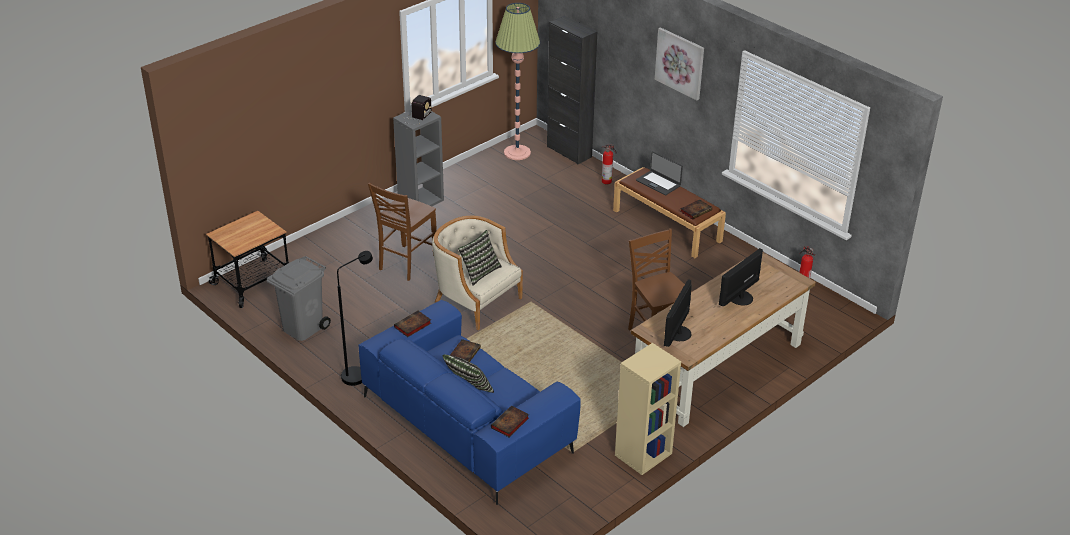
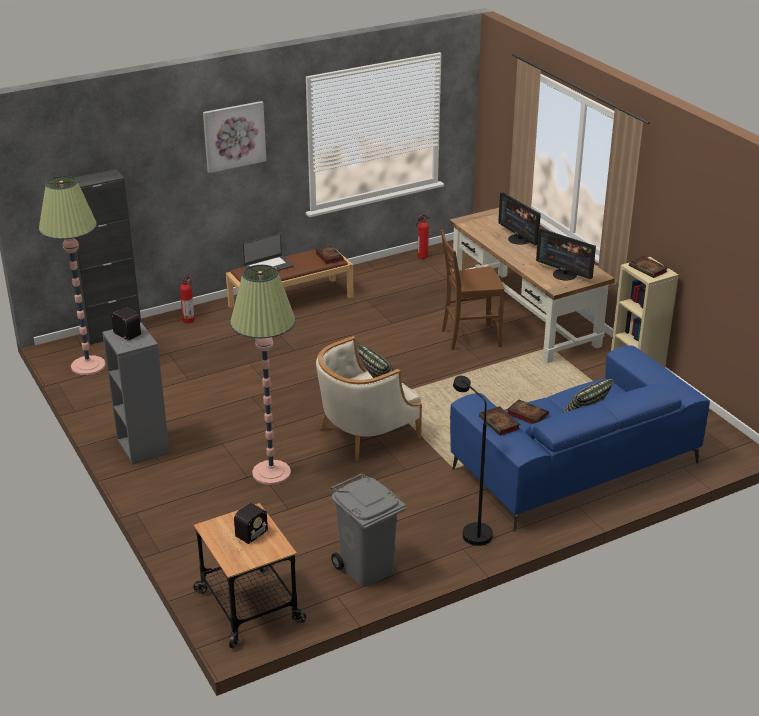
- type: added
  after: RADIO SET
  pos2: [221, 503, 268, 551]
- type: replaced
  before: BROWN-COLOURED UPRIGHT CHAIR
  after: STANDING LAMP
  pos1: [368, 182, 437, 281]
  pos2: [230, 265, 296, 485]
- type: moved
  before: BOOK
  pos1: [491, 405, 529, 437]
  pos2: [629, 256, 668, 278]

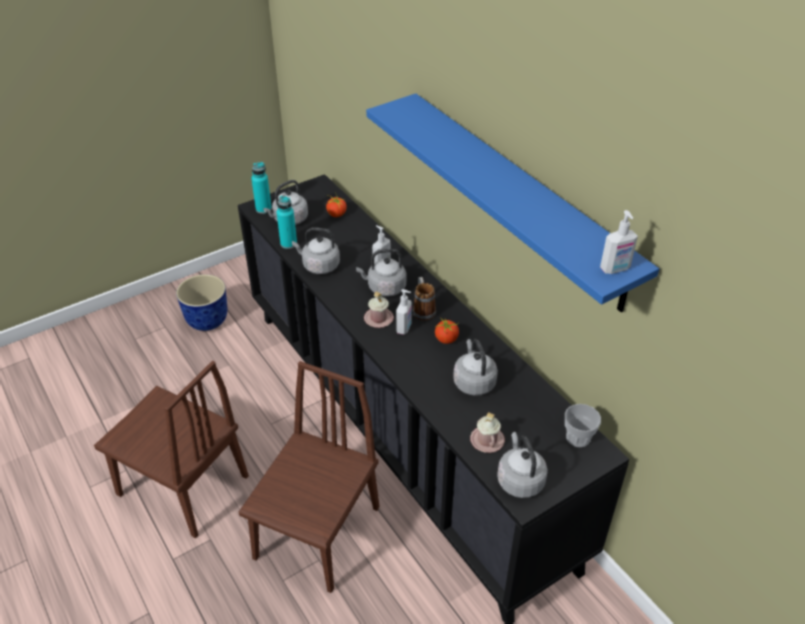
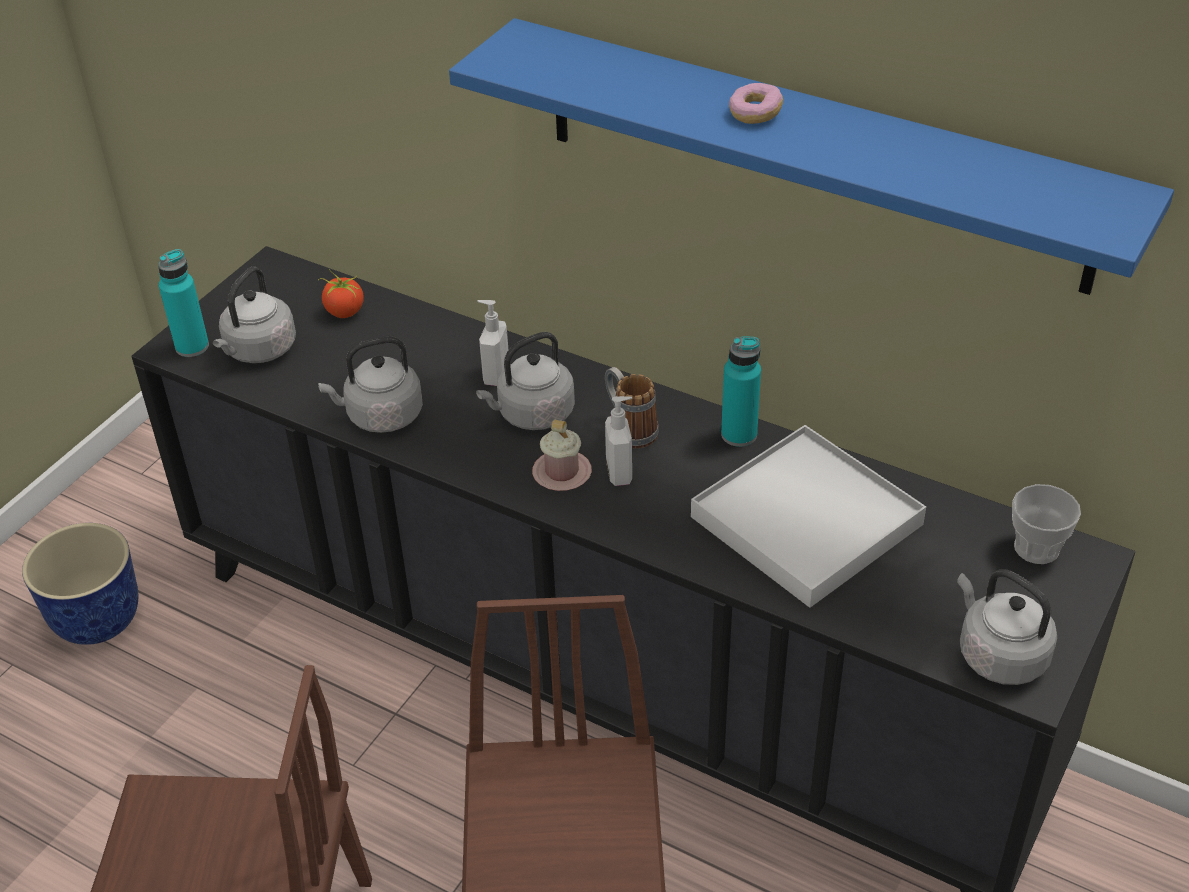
- type: replaced
  before: GREY KETTLE
  after: WHITE-COLOURED TRAY
  pos1: [453, 339, 498, 396]
  pos2: [691, 425, 926, 608]
- type: moved
  before: TURQUOISE BEVERAGE BOTTLE
  pos1: [277, 196, 297, 249]
  pos2: [721, 337, 761, 447]
- type: added
  after: RING DOUGHNUT
  pos2: [729, 83, 783, 124]
- type: removed
  before: FRESH TOMATO
  pos1: [435, 318, 459, 344]
- type: removed
  before: PINK COFFEE MUG
  pos1: [470, 412, 505, 453]
- type: removed
  before: SOAP DISPENSER
  pos1: [600, 210, 638, 274]

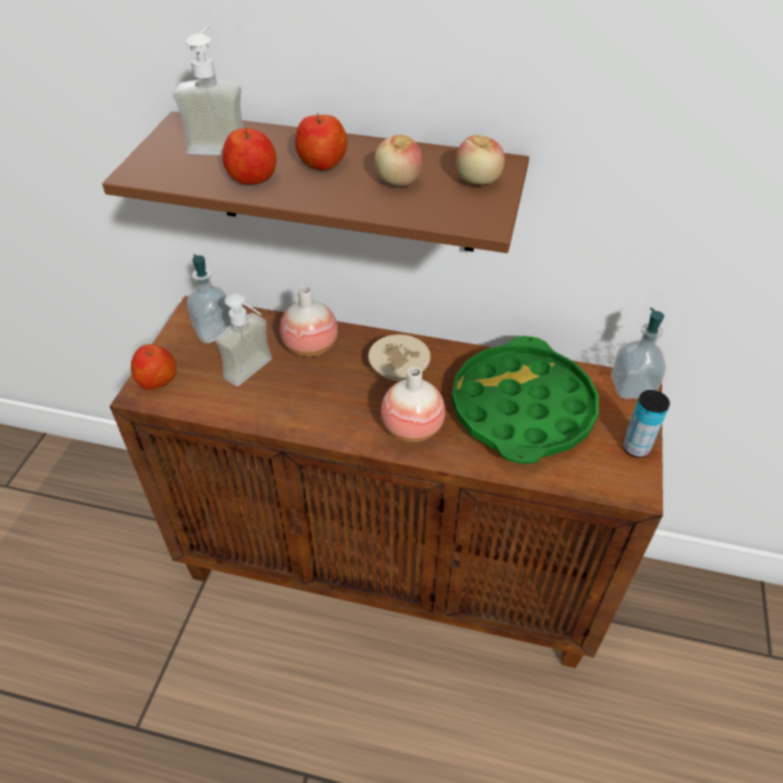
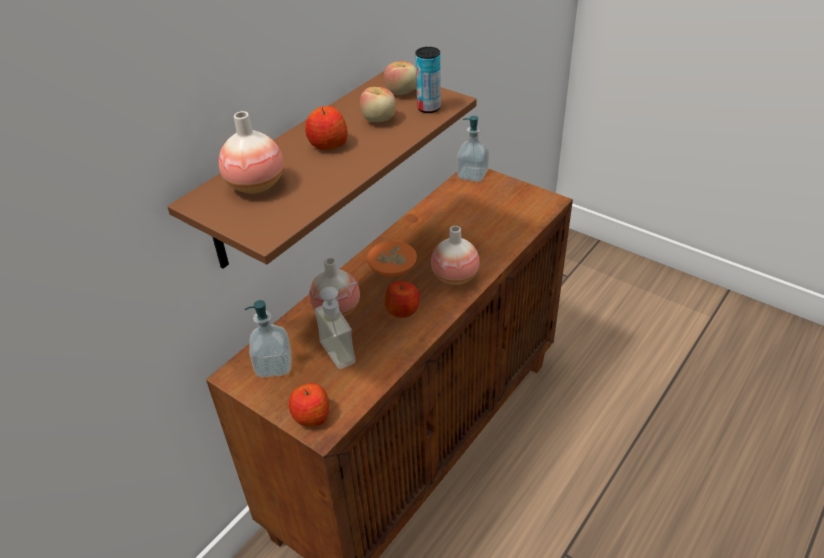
- type: replaced
  before: SOAP DISPENSER
  after: VASE
  pos1: [173, 25, 244, 156]
  pos2: [219, 111, 284, 194]
- type: recoloured
  before: BEIGE DEEP DISH
  after: ORANGE DEEP DISH
  pos1: [368, 334, 431, 381]
  pos2: [367, 241, 417, 277]
- type: moved
  before: APPLE FRUIT
  pos1: [222, 128, 276, 185]
  pos2: [385, 281, 420, 318]
- type: moved
  before: CAN
  pos1: [623, 390, 670, 458]
  pos2: [415, 47, 441, 113]
- type: removed
  before: GREEN-COLOURED TRAY
  pos1: [452, 336, 599, 464]

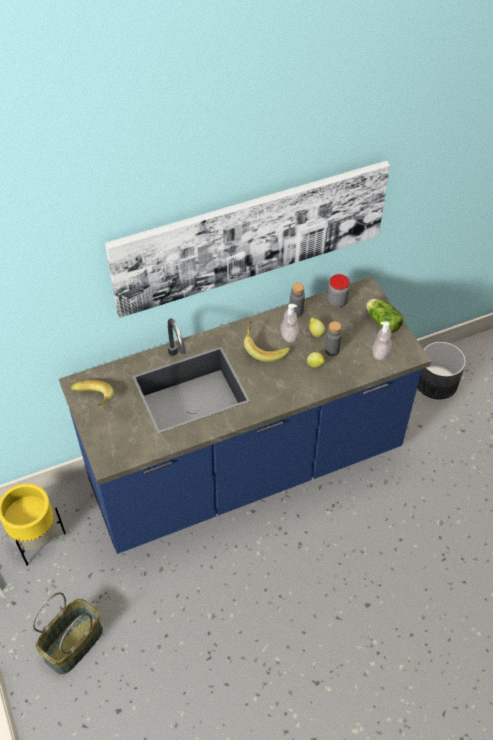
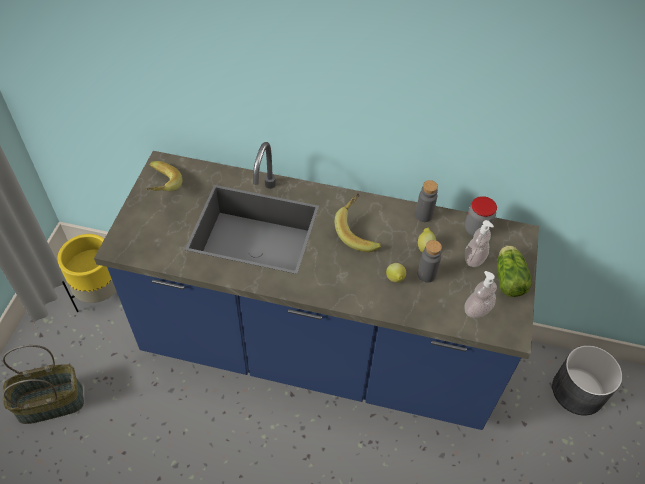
- type: moved
  before: SOAP DISPENSER
  pos1: [280, 304, 299, 343]
  pos2: [465, 220, 494, 267]
- type: removed
  before: PICTURE
  pos1: [105, 161, 390, 318]

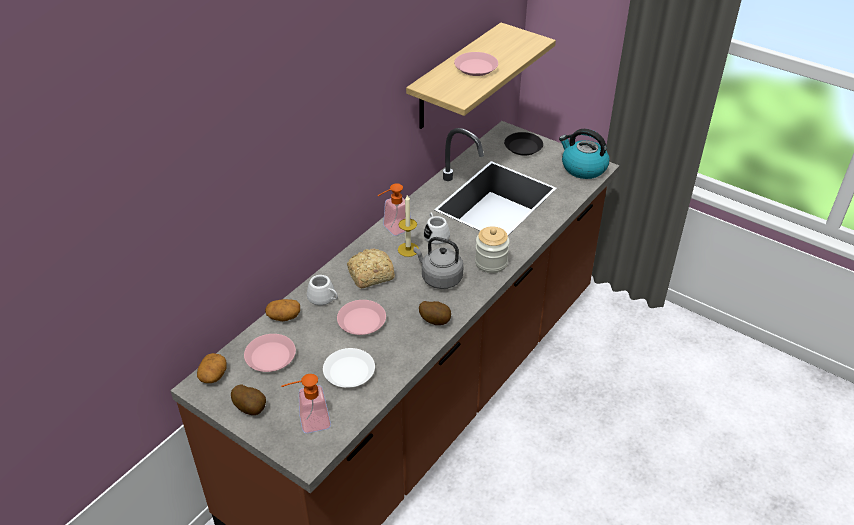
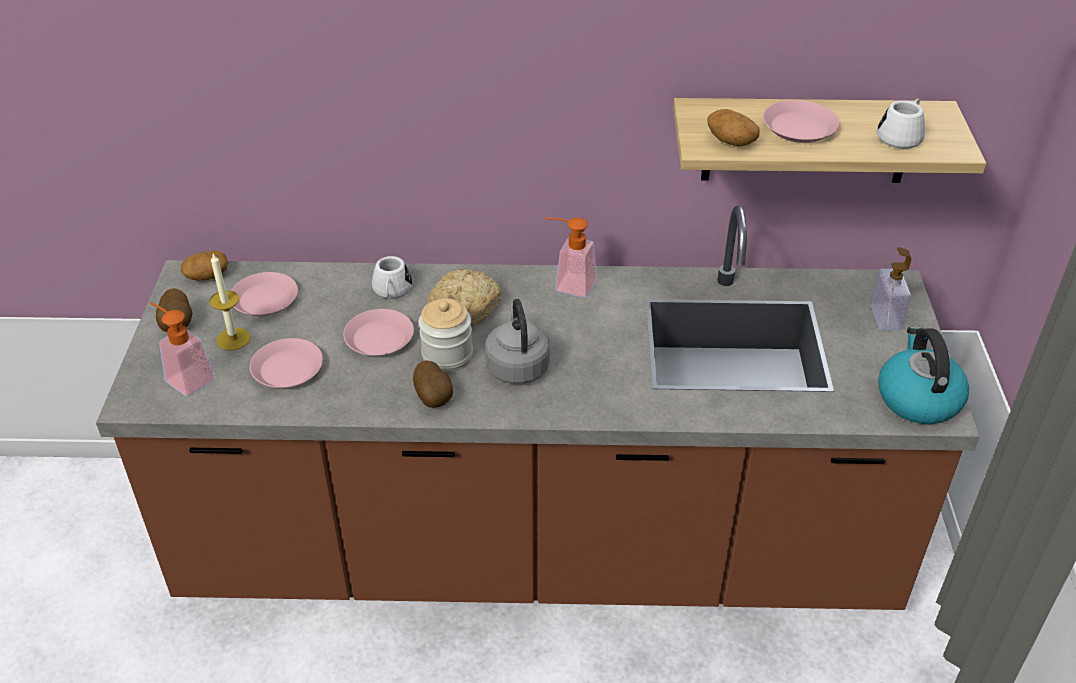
- type: moved
  before: WAX CANDLE
  pos1: [398, 195, 419, 257]
  pos2: [209, 254, 250, 350]
- type: recoloured
  before: WHITE-COLOURED PLATE
  after: PINK PLATE
  pos1: [323, 348, 375, 388]
  pos2: [250, 338, 323, 388]
- type: moved
  before: JAR
  pos1: [475, 227, 510, 273]
  pos2: [419, 298, 473, 372]
- type: moved
  before: SPUD
  pos1: [265, 299, 300, 321]
  pos2: [707, 109, 760, 146]
- type: replaced
  before: BLACK-COLOURED PLATE
  after: SOAP DISPENSER
  pos1: [504, 132, 543, 156]
  pos2: [870, 247, 911, 331]
- type: moved
  before: WHITE-COLOURED COFFEE MUG
  pos1: [423, 213, 450, 244]
  pos2: [877, 99, 925, 149]

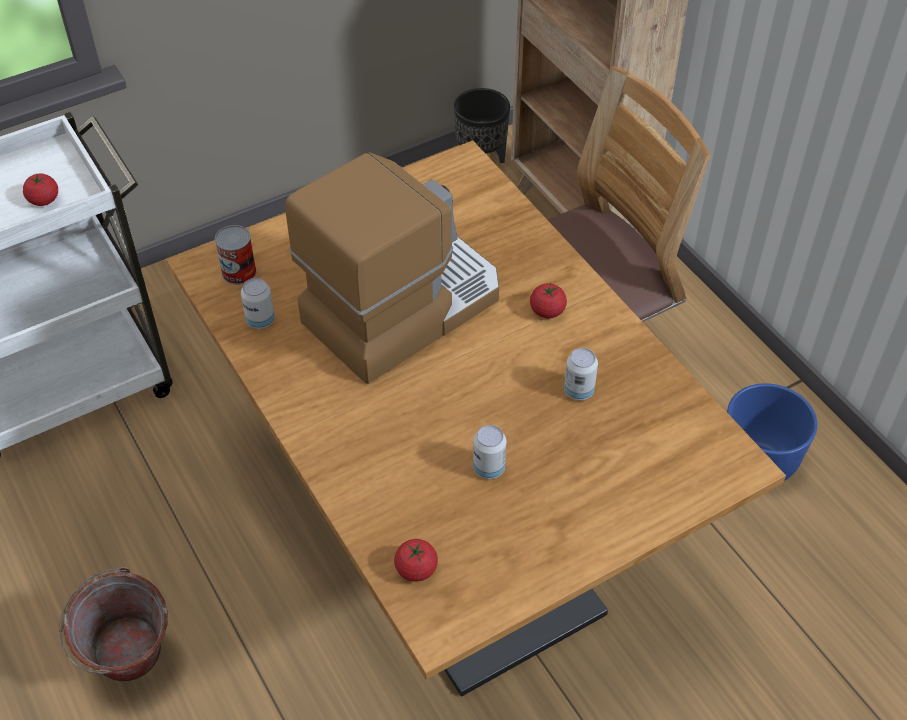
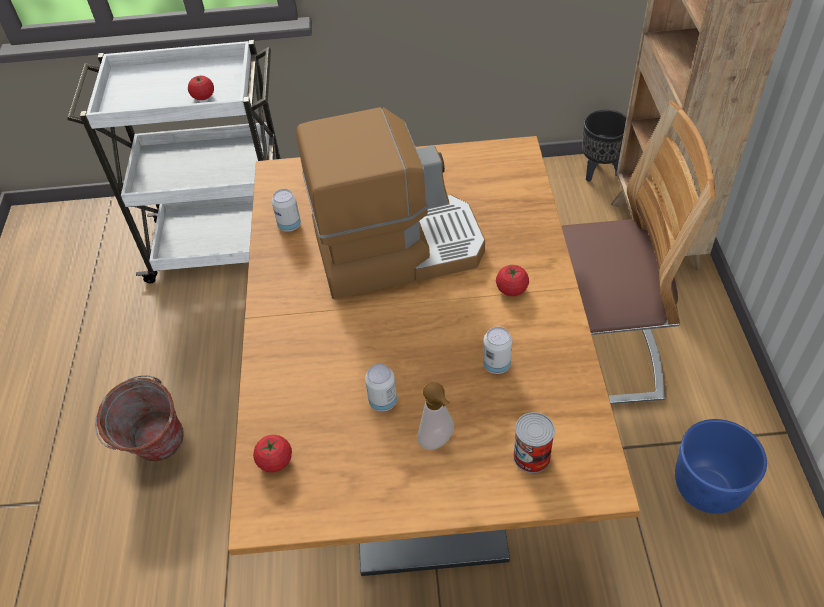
- type: added
  after: SOAP DISPENSER
  pos2: [418, 382, 454, 450]
- type: moved
  before: CAN
  pos1: [215, 225, 257, 285]
  pos2: [513, 412, 555, 473]

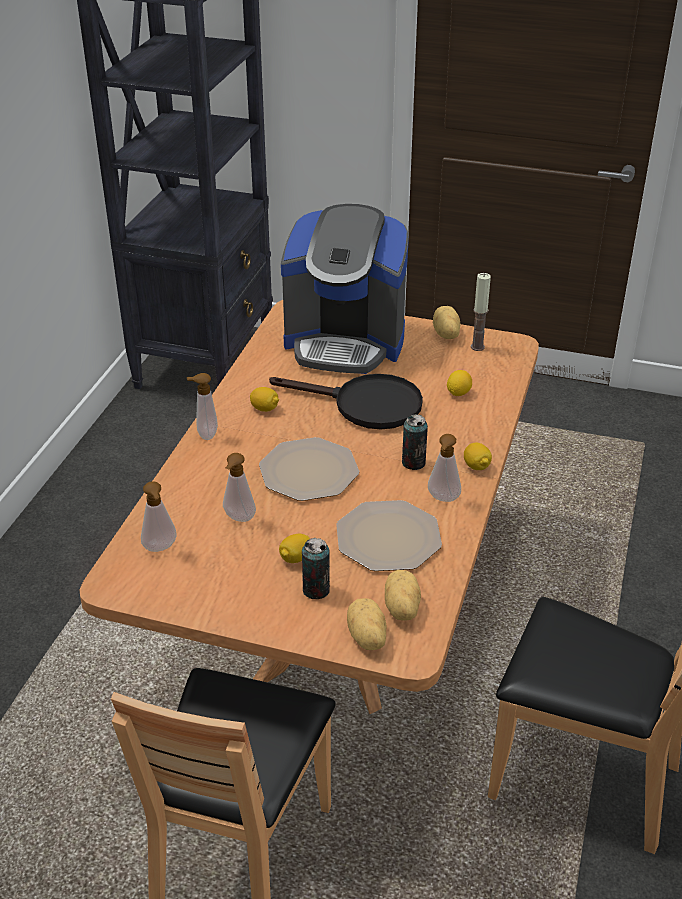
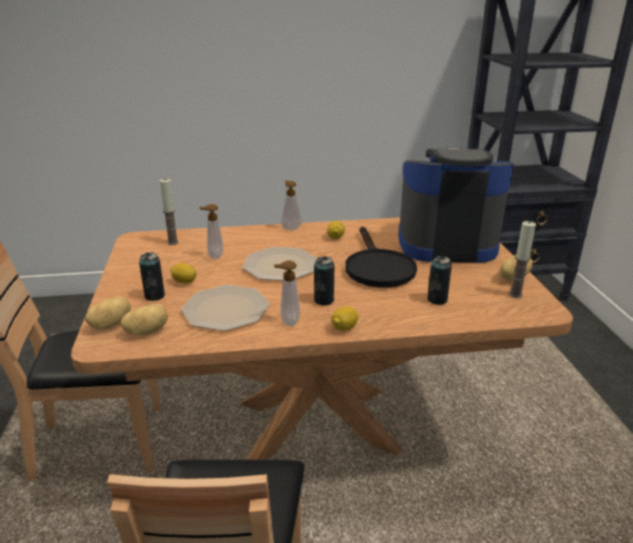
- type: replaced
  before: SOAP DISPENSER
  after: WAX CANDLE
  pos1: [141, 481, 177, 552]
  pos2: [160, 179, 179, 245]
- type: turned
  before: COFFEE MAKER
  pos1: [281, 204, 409, 374]
  pos2: [398, 147, 514, 263]
  turn: 105
- type: replaced
  before: CITRUS FRUIT
  after: CAN
  pos1: [447, 370, 472, 396]
  pos2: [427, 256, 452, 305]

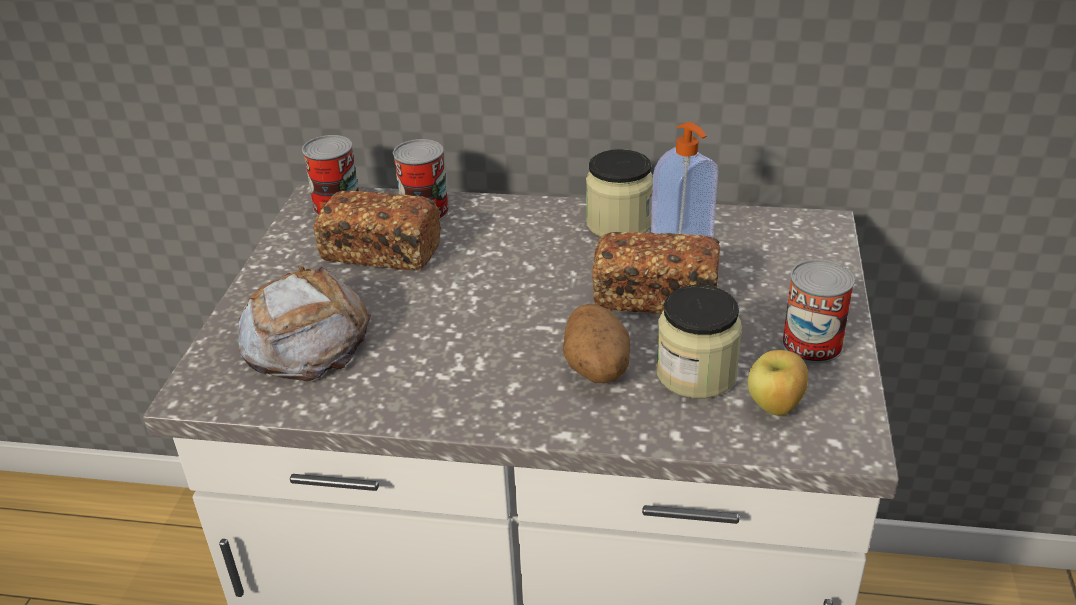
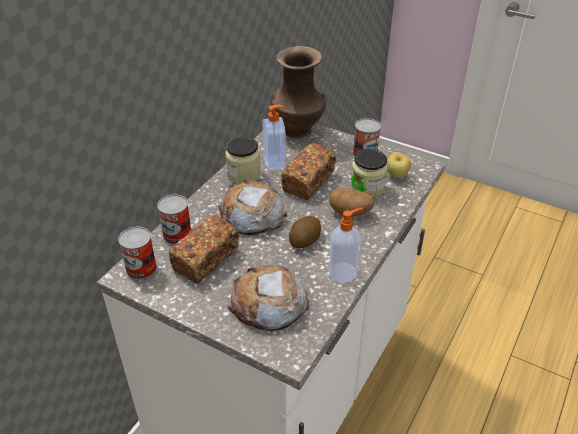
- type: added
  after: BAKERY BREAD
  pos2: [218, 180, 287, 235]
- type: added
  after: BROWN-COLOURED VASE
  pos2: [271, 46, 327, 139]
- type: added
  after: SPUD
  pos2: [289, 216, 321, 248]
- type: added
  after: SOAP DISPENSER
  pos2: [329, 208, 363, 283]

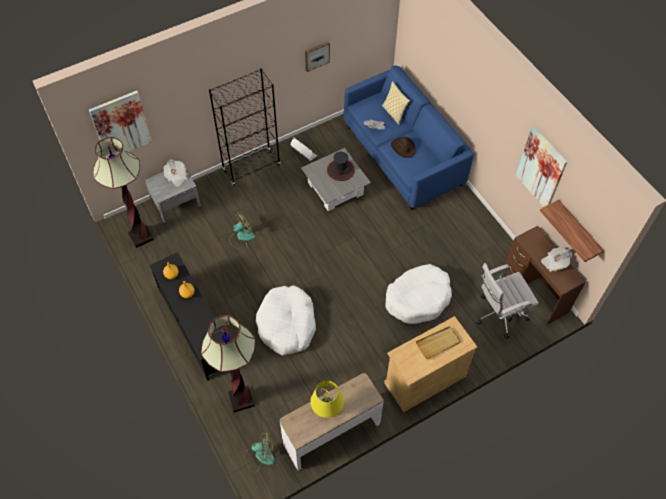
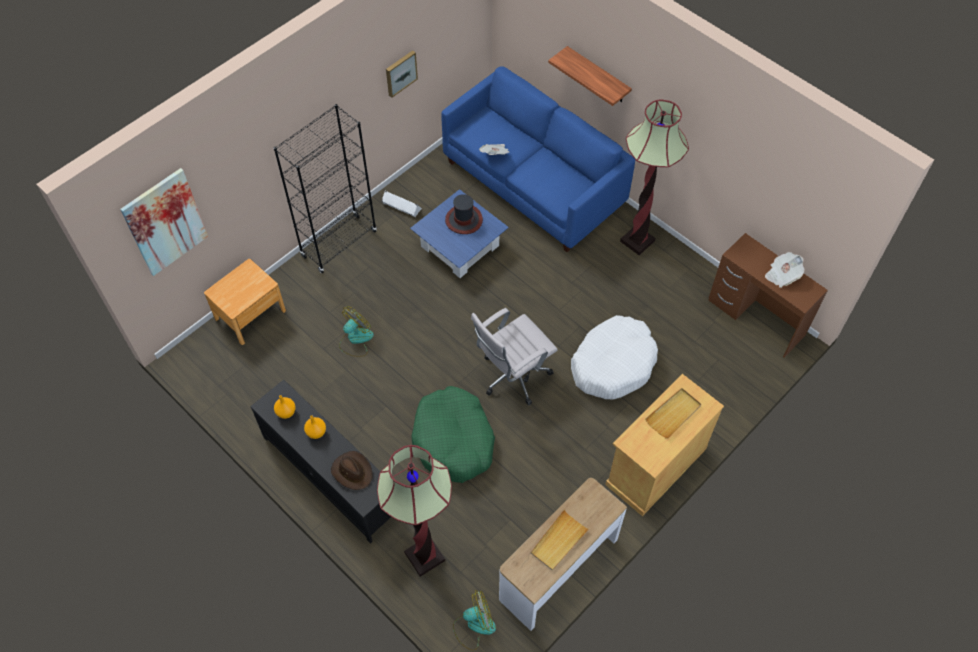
- type: recoloured
  before: GREY NIGHT TABLE
  after: BROWN-COLOURED NIGHT TABLE
  pos1: [145, 170, 201, 223]
  pos2: [204, 259, 286, 345]
- type: moved
  before: BROWN-COLOURED WEARABLE HAT
  pos1: [391, 137, 416, 158]
  pos2: [331, 451, 373, 490]
- type: recoloured
  before: GREY LOW TABLE
  after: BLUISH LOW TABLE
  pos1: [301, 148, 371, 211]
  pos2: [410, 189, 509, 278]
- type: recoloured
  before: WHITE-COLOURED PET BED
  after: GREEN-COLOURED PET BED
  pos1: [256, 285, 316, 355]
  pos2: [411, 386, 495, 483]
- type: moved
  before: WHITE-COLOURED OFFICE CHAIR
  pos1: [477, 263, 539, 339]
  pos2: [471, 308, 558, 405]
- type: replaced
  before: YELLOW LAMP FOR A TABLE
  after: BEIGE TRAY
  pos1: [310, 381, 344, 418]
  pos2: [531, 509, 589, 571]
- type: moved
  before: SHELF
  pos1: [540, 200, 604, 262]
  pos2: [548, 46, 632, 106]
- type: moved
  before: STANDING LAMP
  pos1: [93, 137, 154, 248]
  pos2: [620, 99, 689, 255]
- type: removed
  before: PRINTED PAPER
  pos1: [164, 159, 188, 187]
- type: removed
  before: CUSHION
  pos1: [382, 81, 410, 125]
- type: removed
  before: PICTURE
  pos1: [516, 126, 567, 207]

